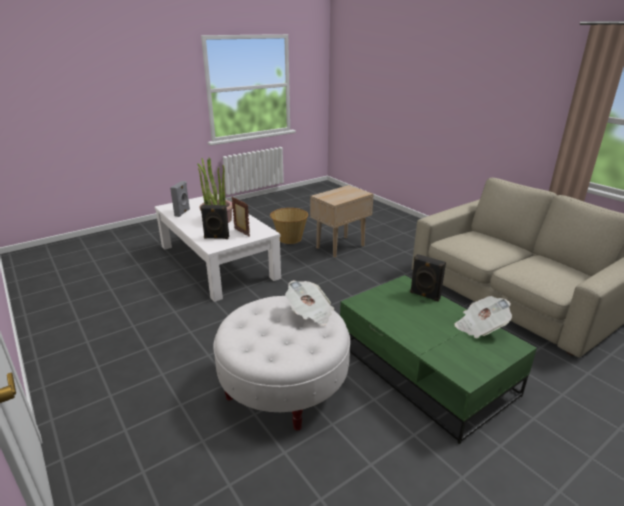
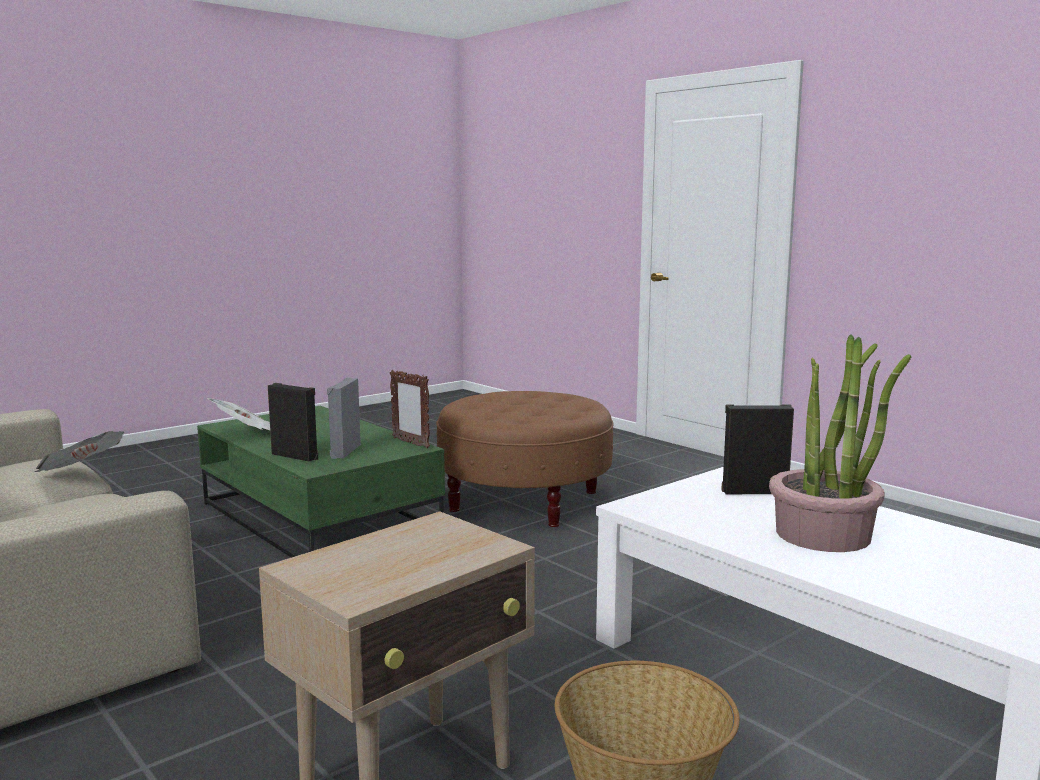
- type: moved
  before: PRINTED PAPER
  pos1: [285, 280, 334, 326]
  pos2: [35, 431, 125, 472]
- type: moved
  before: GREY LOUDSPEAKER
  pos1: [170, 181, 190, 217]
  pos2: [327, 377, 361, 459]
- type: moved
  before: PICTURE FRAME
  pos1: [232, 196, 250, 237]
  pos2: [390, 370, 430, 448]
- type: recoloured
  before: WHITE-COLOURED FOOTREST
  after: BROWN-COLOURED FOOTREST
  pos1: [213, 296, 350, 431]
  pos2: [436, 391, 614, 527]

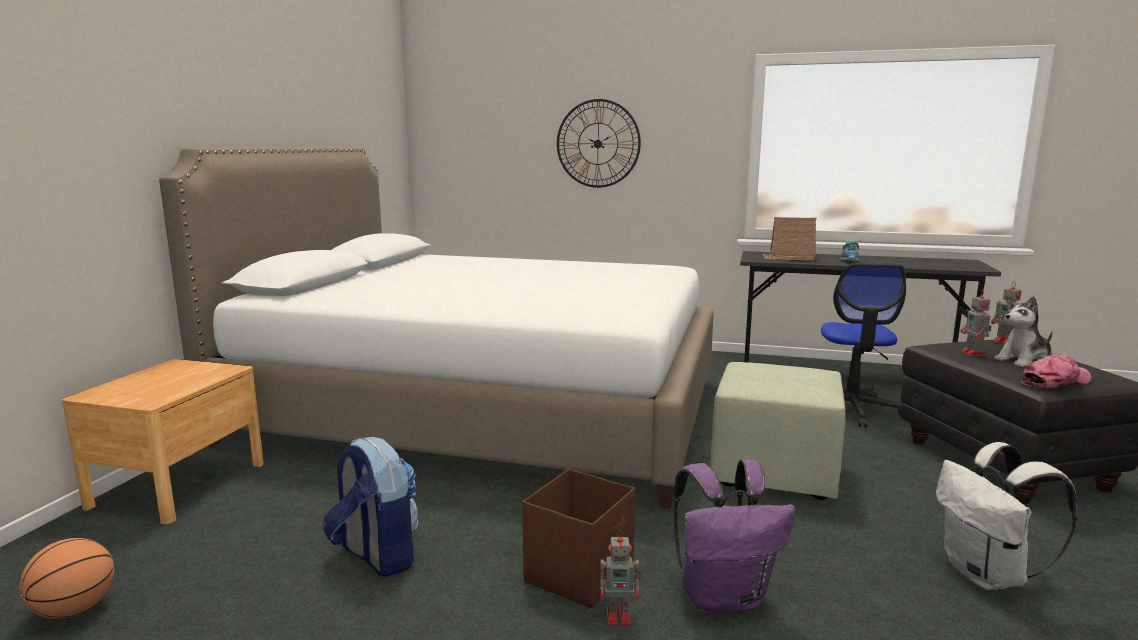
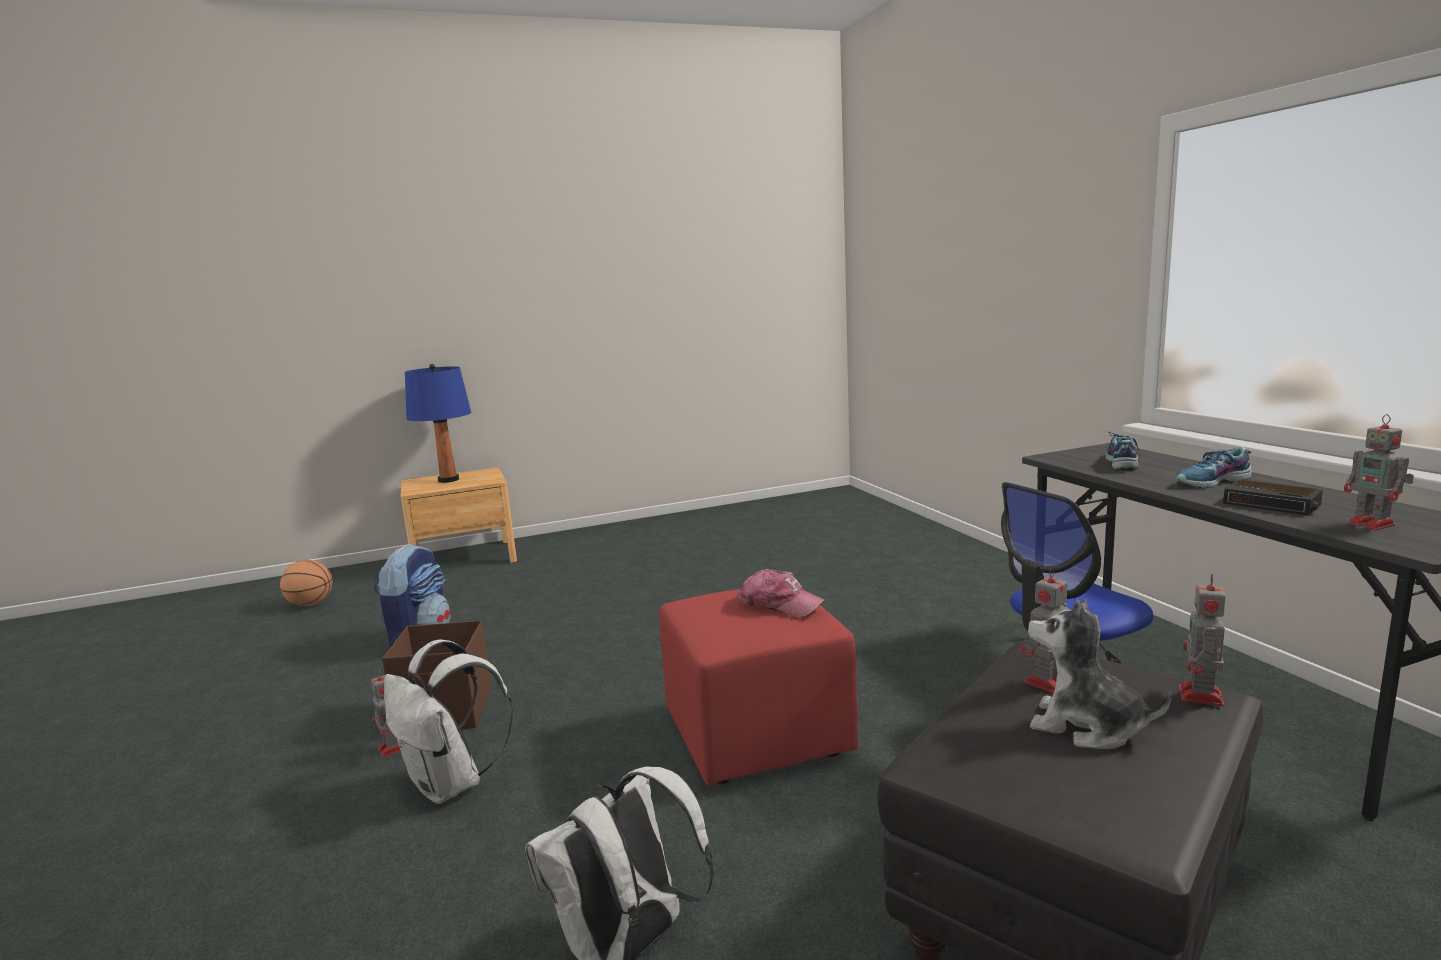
- type: recoloured
  before: PURPLISH BACKPACK
  after: WHITE-COLOURED BACKPACK
  pos1: [674, 460, 795, 615]
  pos2: [384, 640, 513, 804]
- type: added
  after: BLUISH LAMP FOR A TABLE
  pos2: [405, 364, 471, 483]
- type: recoloured
  before: GREEN-COLOURED FOOTREST
  after: RED FOOTREST
  pos1: [711, 362, 846, 500]
  pos2: [659, 589, 858, 785]
- type: moved
  before: CAP
  pos1: [1021, 354, 1091, 389]
  pos2: [737, 569, 826, 617]
- type: replaced
  before: MINIATURE HOUSE
  after: SHOE
  pos1: [763, 217, 817, 261]
  pos2: [1106, 432, 1140, 470]
- type: added
  after: BEDSIDE CLOCK
  pos2: [1223, 480, 1323, 516]
- type: added
  after: TOY ROBOT
  pos2: [1344, 414, 1414, 530]
- type: removed
  before: WHITE-COLOURED SLEEPING BED
  pos1: [159, 147, 714, 509]
- type: removed
  before: HANGING CLOCK
  pos1: [557, 99, 641, 188]

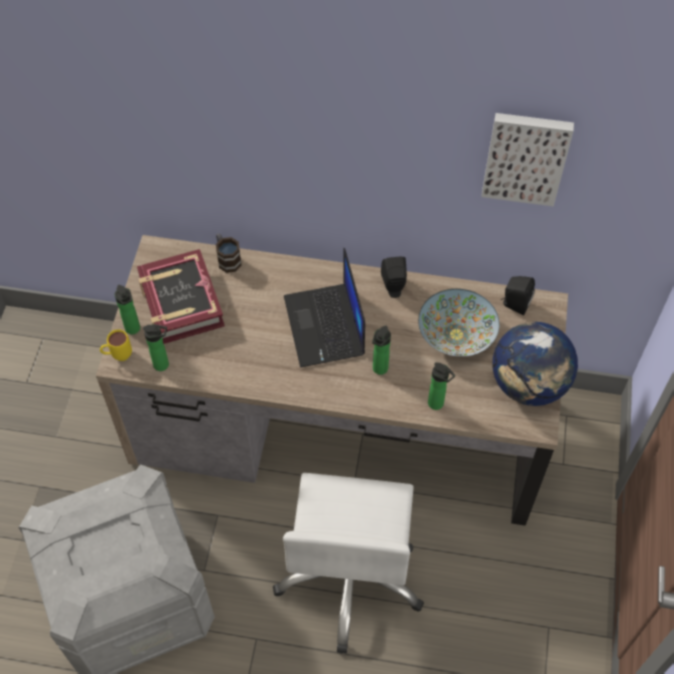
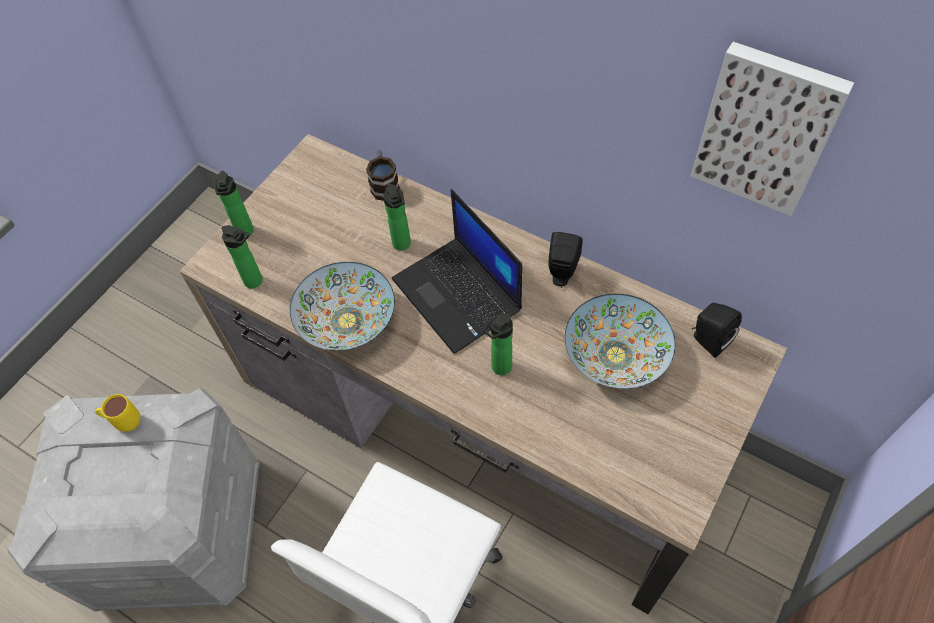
- type: moved
  before: YELLOW COFFEE MUG
  pos1: [100, 329, 132, 361]
  pos2: [95, 394, 140, 432]
- type: added
  after: DEEP DISH
  pos2: [290, 262, 395, 350]
- type: moved
  before: BEVERAGE BOTTLE
  pos1: [428, 362, 455, 410]
  pos2: [383, 183, 411, 250]
- type: turned
  before: PORTABLE COMPUTER
  pos1: [284, 248, 365, 367]
  pos2: [392, 189, 522, 354]
  turn: -45
- type: removed
  before: BOOK
  pos1: [137, 249, 225, 344]
- type: removed
  before: GLOBE
  pos1: [492, 322, 578, 406]

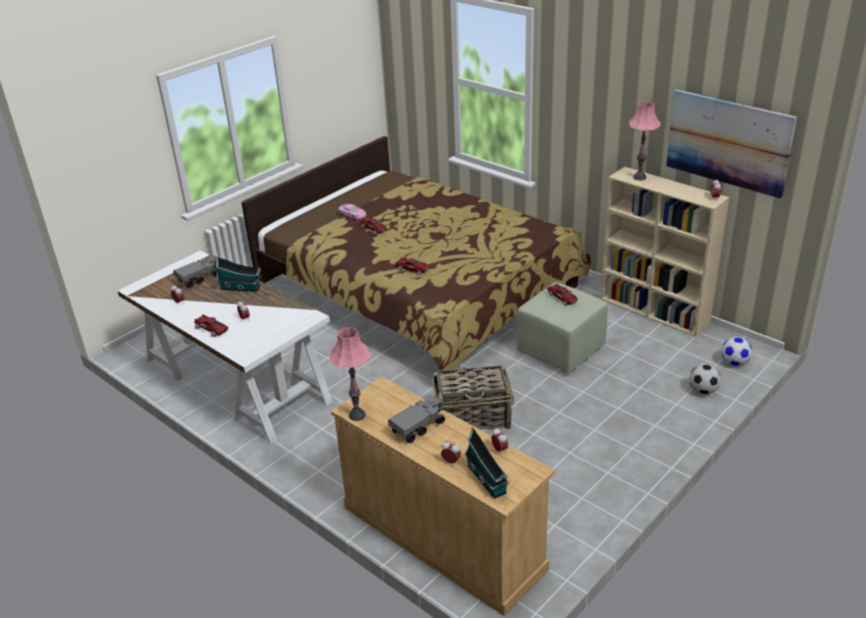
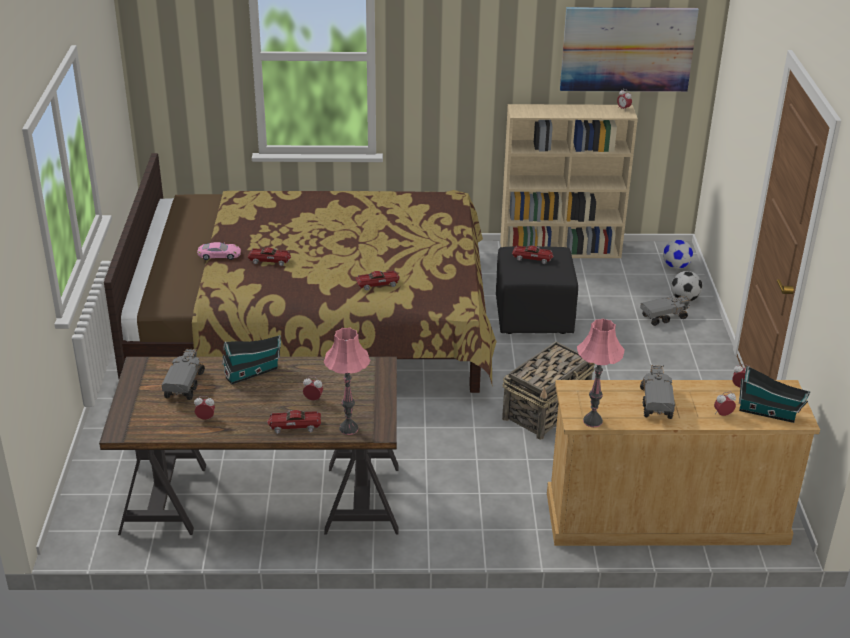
- type: recoloured
  before: WHITE-COLOURED DESK TABLE
  after: BROWN-COLOURED DESK TABLE
  pos1: [118, 250, 332, 444]
  pos2: [99, 357, 398, 535]
- type: moved
  before: PINK LAMP FOR A TABLE
  pos1: [629, 101, 661, 181]
  pos2: [324, 328, 371, 435]
- type: recoloured
  before: GREEN-COLOURED FOOTREST
  after: BLACK-COLOURED FOOTREST
  pos1: [516, 282, 608, 374]
  pos2: [496, 246, 578, 334]
- type: added
  after: MODEL TRUCK
  pos2: [640, 296, 691, 326]

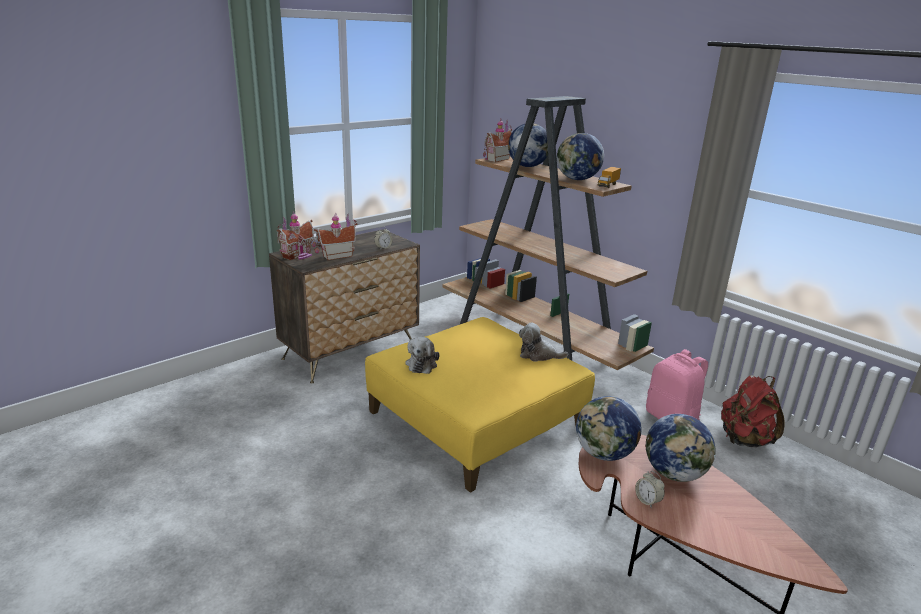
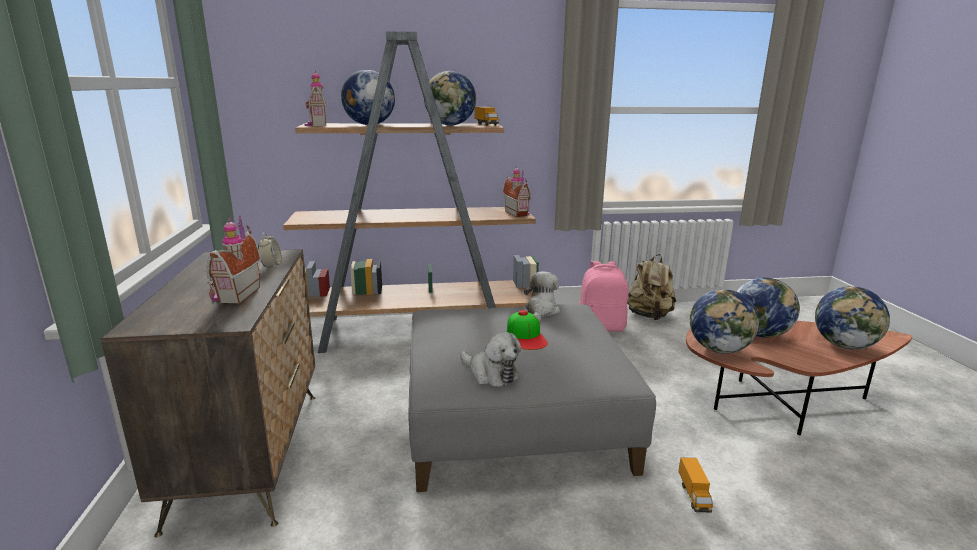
- type: recoloured
  before: YELLOW FOOTREST
  after: GREY FOOTREST
  pos1: [365, 317, 595, 493]
  pos2: [408, 304, 656, 492]
- type: moved
  before: MINIATURE HOUSE
  pos1: [277, 211, 316, 260]
  pos2: [502, 166, 531, 217]
- type: added
  after: CAP
  pos2: [507, 310, 548, 350]
- type: turned
  before: PLUSH TOY
  pos1: [519, 323, 568, 362]
  pos2: [524, 272, 560, 321]
  turn: 150
- type: recoloured
  before: RED BACKPACK
  after: BEIGE BACKPACK
  pos1: [721, 375, 785, 447]
  pos2: [627, 254, 676, 320]
- type: added
  after: MODEL TRUCK
  pos2: [678, 458, 713, 512]
- type: added
  after: GLOBE
  pos2: [815, 286, 890, 349]
- type: removed
  before: BEDSIDE CLOCK
  pos1: [635, 471, 665, 508]

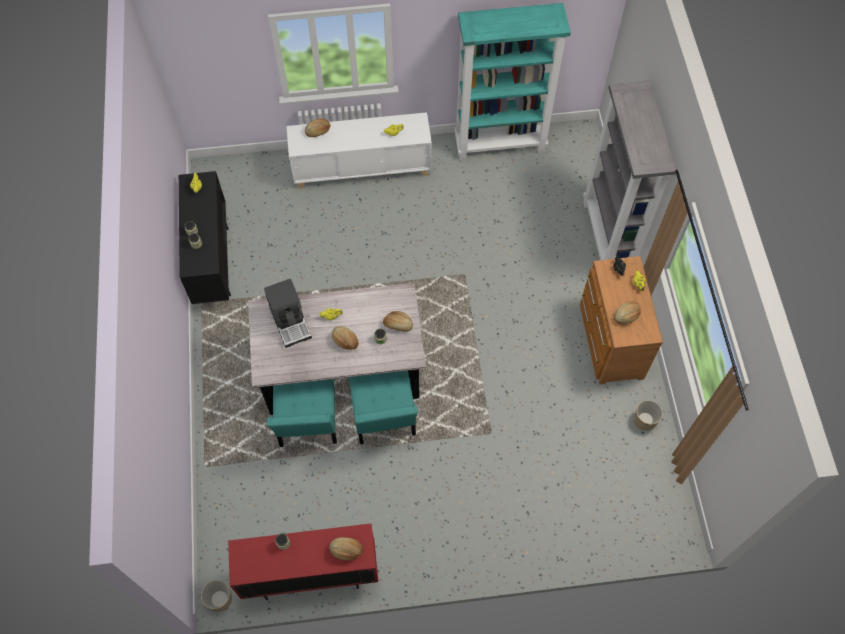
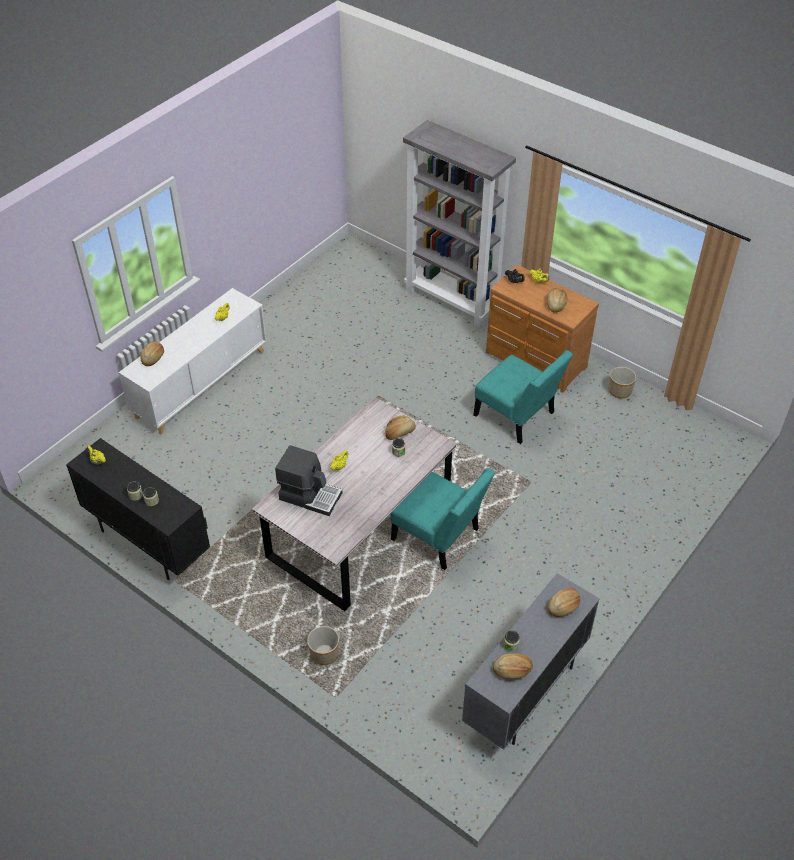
- type: moved
  before: PLANTER
  pos1: [201, 580, 232, 612]
  pos2: [307, 626, 339, 665]
- type: recoloured
  before: RED STORAGE CABINET
  after: GREY STORAGE CABINET
  pos1: [228, 523, 379, 600]
  pos2: [462, 573, 600, 750]
- type: moved
  before: TURQUOISE UPRIGHT CHAIR
  pos1: [267, 379, 337, 447]
  pos2: [473, 350, 573, 444]
- type: moved
  before: BAKERY BREAD
  pos1: [332, 326, 359, 350]
  pos2: [493, 653, 533, 679]
- type: removed
  before: TURQUOISE SHELVING UNIT
  pos1: [454, 3, 571, 160]

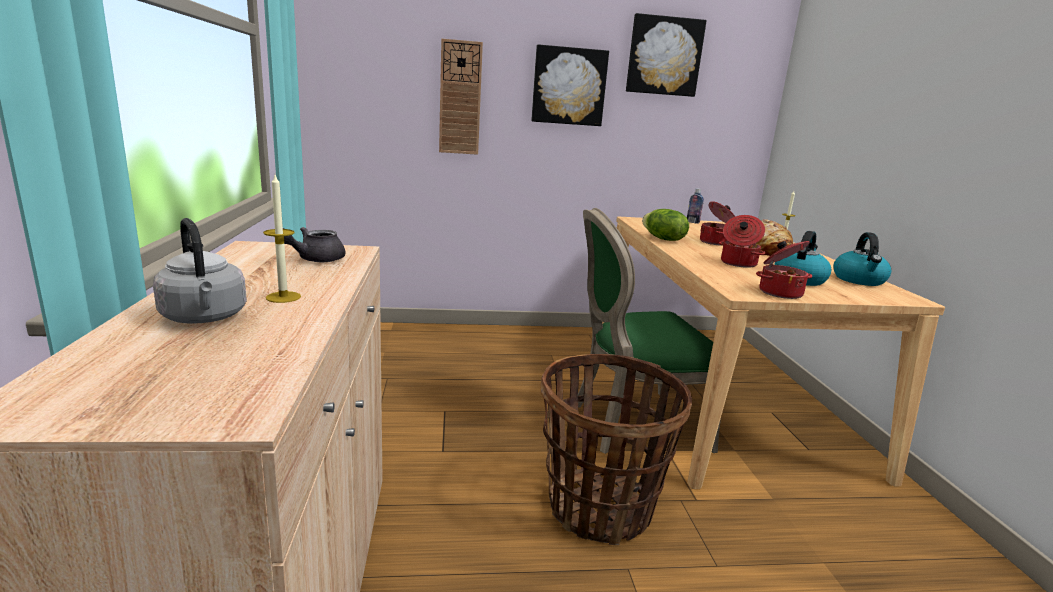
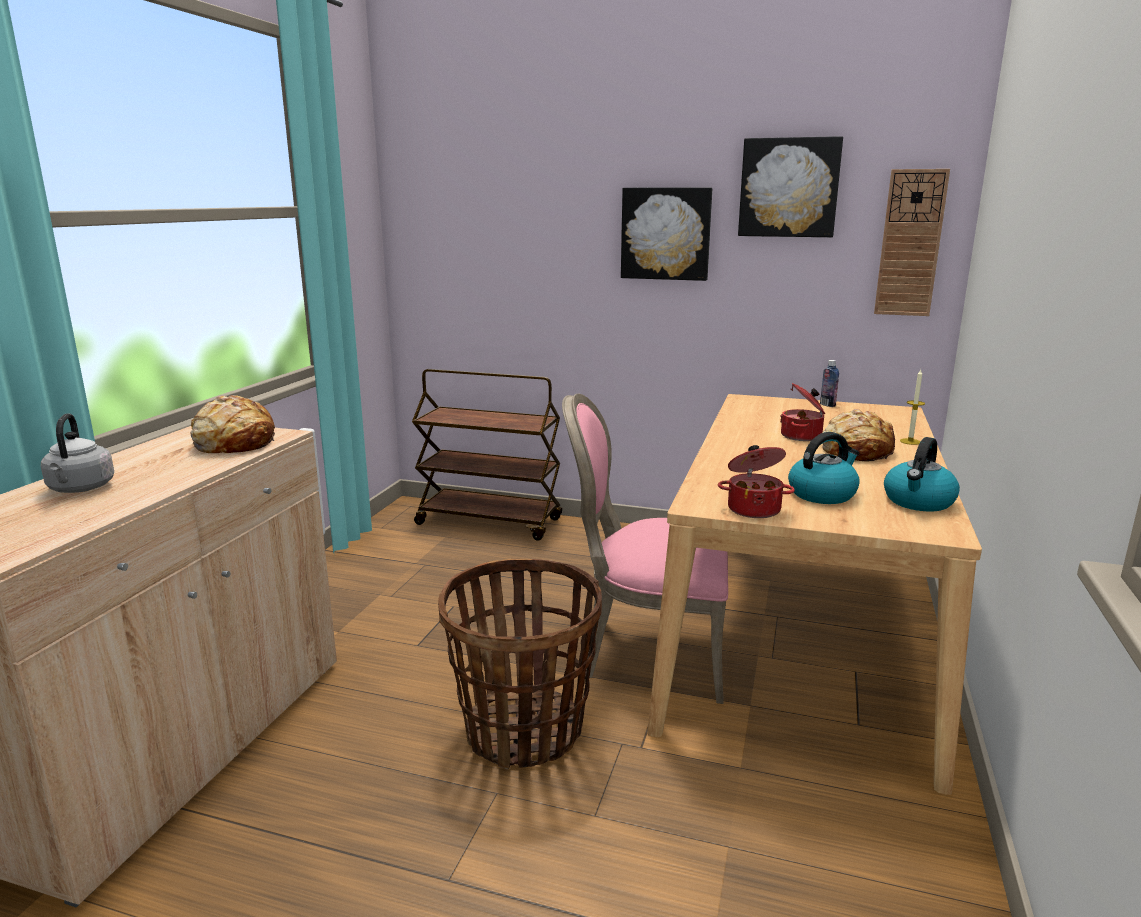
- type: replaced
  before: GREY TEA POT
  after: BAKERY BREAD
  pos1: [283, 227, 346, 262]
  pos2: [191, 395, 275, 453]
- type: added
  after: BROWN-COLOURED WHEELED CART
  pos2: [412, 369, 562, 541]
- type: recoloured
  before: GREEN-COLOURED UPRIGHT CHAIR
  after: PINK UPRIGHT CHAIR
  pos1: [578, 208, 721, 454]
  pos2: [562, 394, 728, 704]
- type: moved
  before: HANGING CLOCK
  pos1: [439, 39, 483, 155]
  pos2: [874, 169, 950, 316]
- type: removed
  before: WAX CANDLE
  pos1: [263, 175, 301, 303]
- type: removed
  before: HEAD OF LETTUCE
  pos1: [642, 209, 689, 241]
- type: removed
  before: COOKING POT
  pos1: [719, 215, 765, 268]

